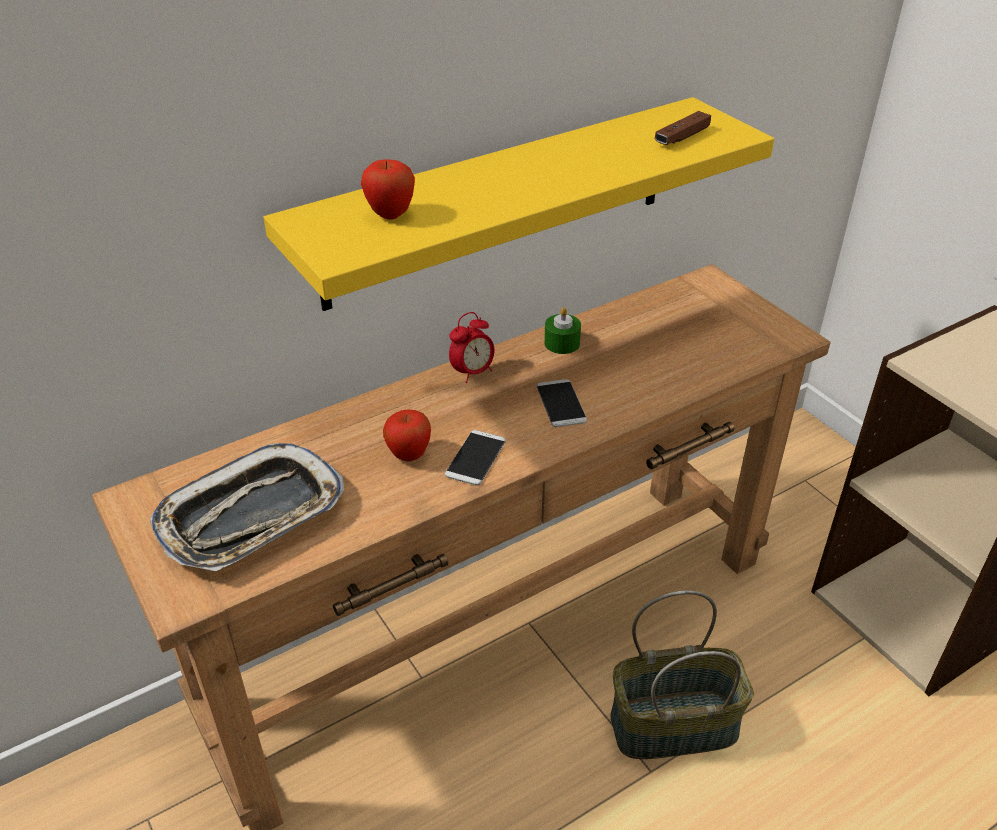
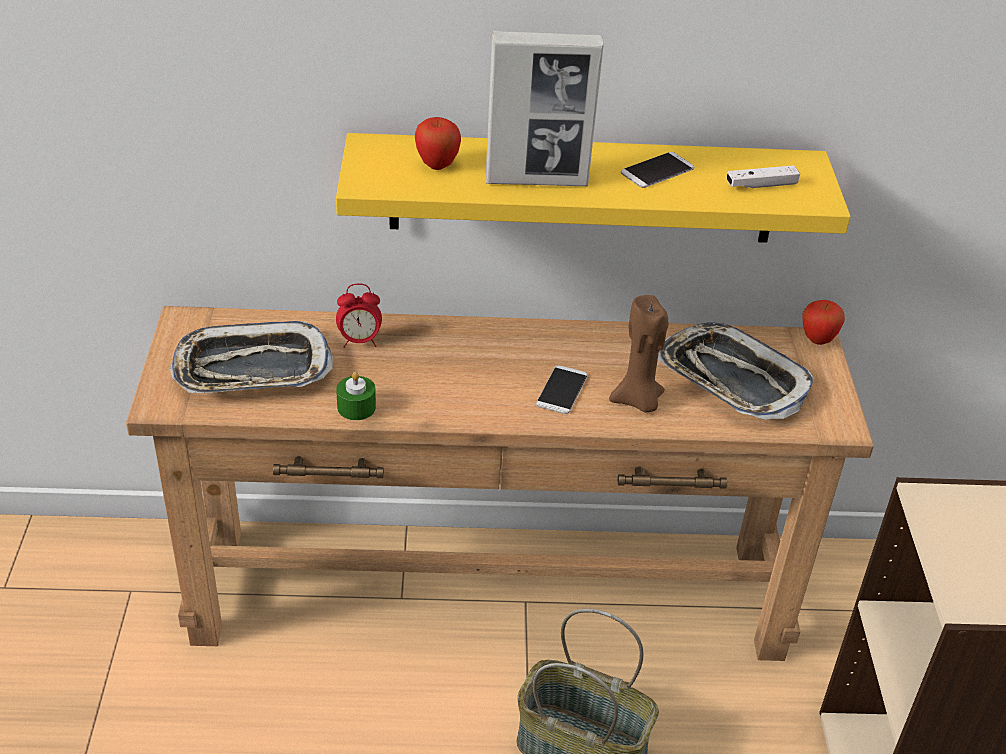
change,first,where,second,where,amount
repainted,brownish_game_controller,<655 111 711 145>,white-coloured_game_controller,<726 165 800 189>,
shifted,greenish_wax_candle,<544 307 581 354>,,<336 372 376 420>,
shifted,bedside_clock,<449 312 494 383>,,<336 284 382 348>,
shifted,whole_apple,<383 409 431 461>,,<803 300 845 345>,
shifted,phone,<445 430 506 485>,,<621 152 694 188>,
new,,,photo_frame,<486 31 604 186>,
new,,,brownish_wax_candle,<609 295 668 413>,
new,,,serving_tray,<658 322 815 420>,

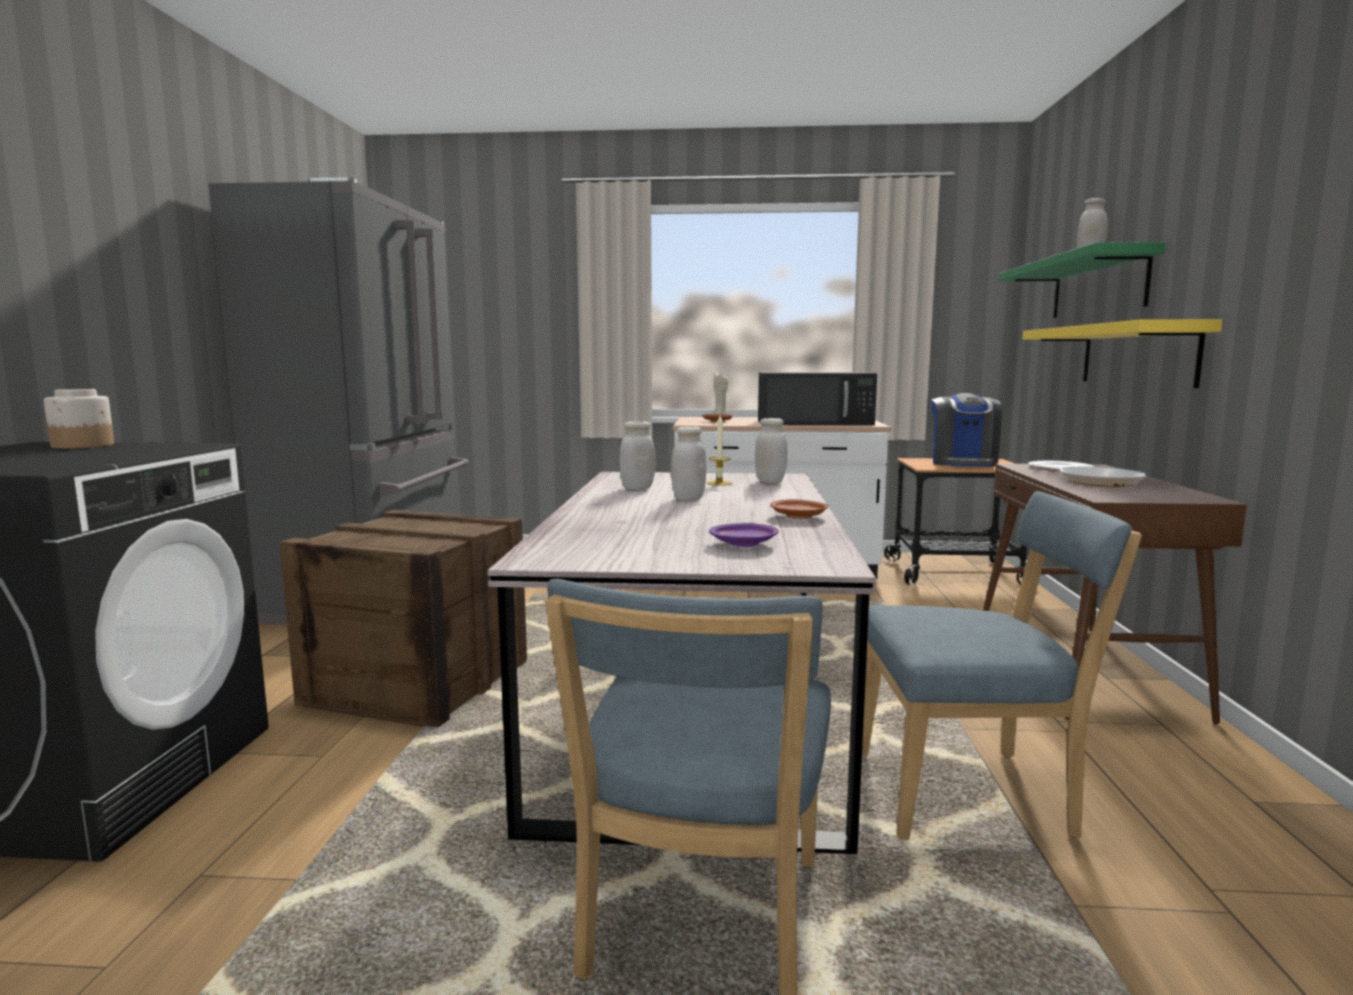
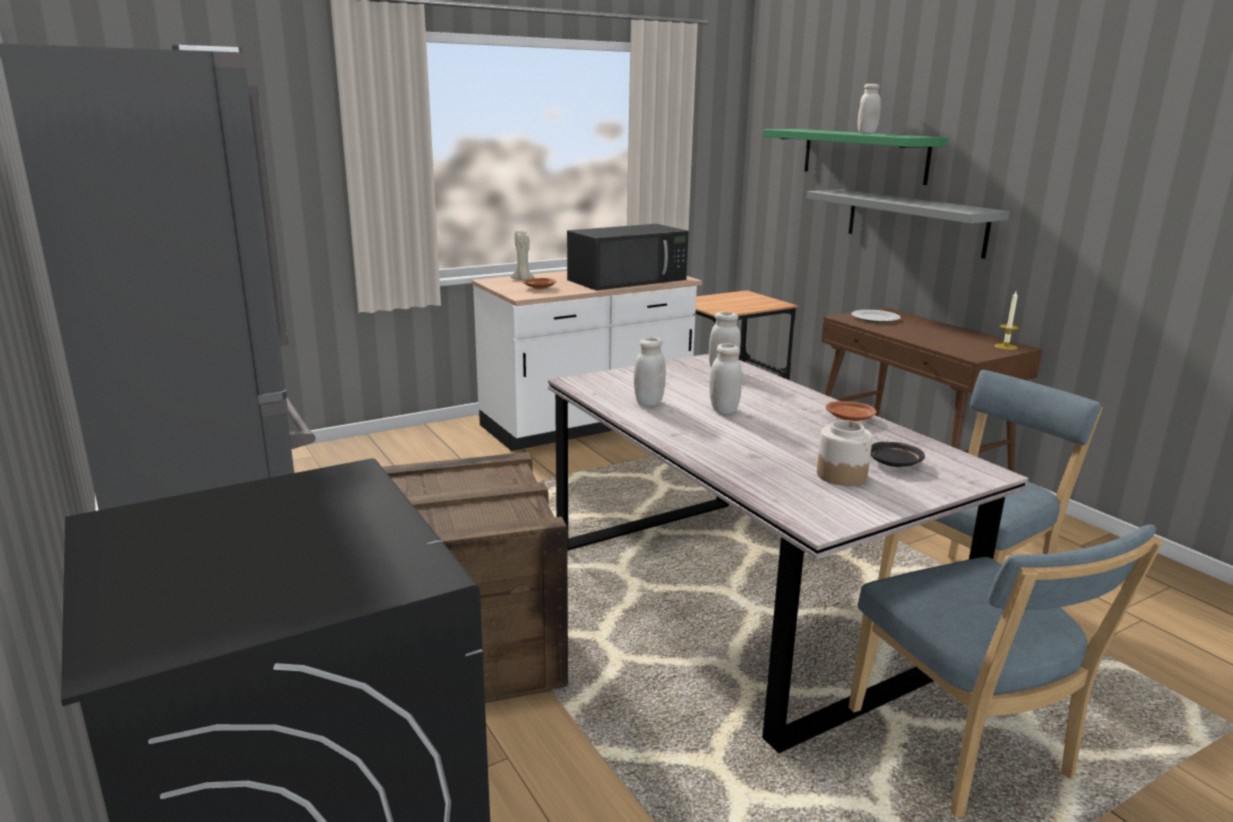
change,first,where,second,where,amount
repainted,yellow_shelf,<1023 319 1222 388>,gray_shelf,<807 189 1010 259>,
shifted,jar,<44 389 114 449>,,<817 420 872 486>,
gone,coffee_brewer,<931 393 1002 467>,,,
shifted,wax_candle,<707 415 732 486>,,<995 291 1020 350>,
gone,frying_pan,<1029 464 1146 487>,,,
repainted,purple-coloured_plate,<709 523 779 547>,black_plate,<870 442 925 467>,

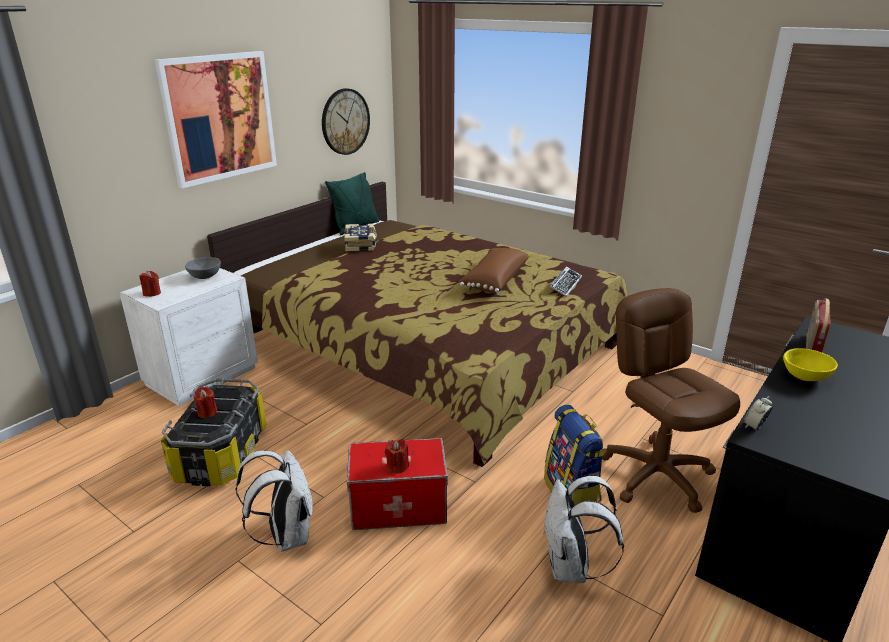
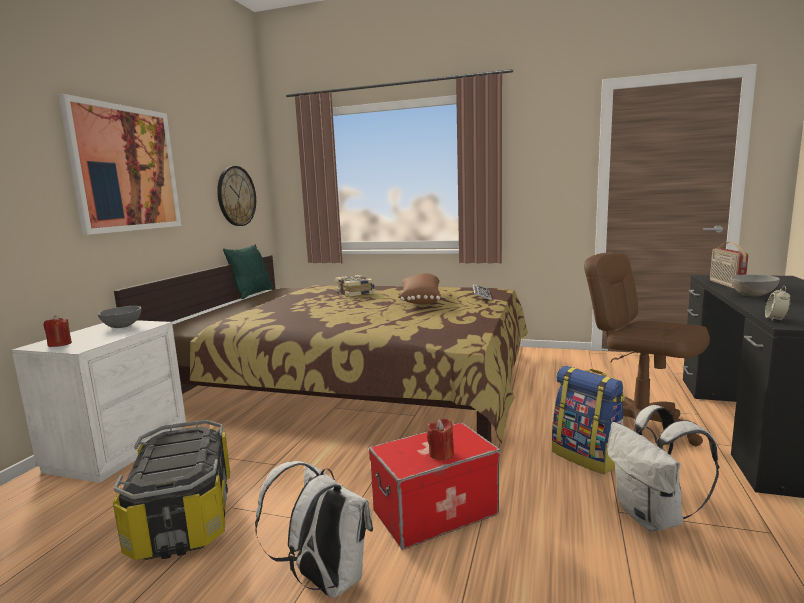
change,first,where,second,where,amount
shifted,volume,<344 224 377 251>,,<335 275 375 297>,
repainted,yellow_deep_dish,<783 348 838 381>,gray_deep_dish,<730 275 780 296>,
gone,red-coloured_wax_candle,<193 387 217 418>,,,

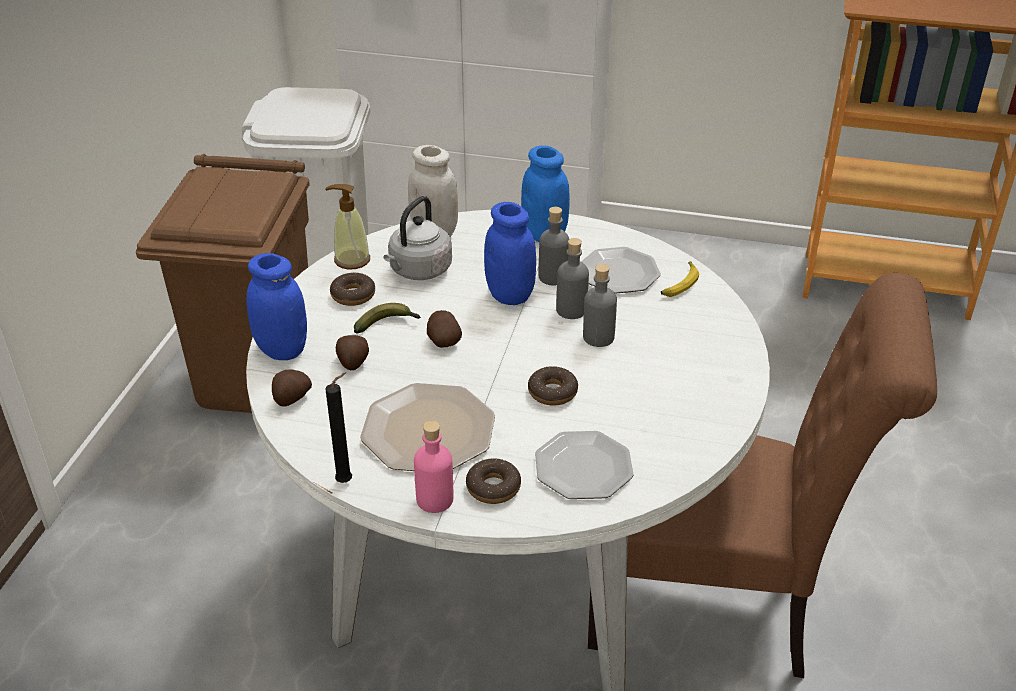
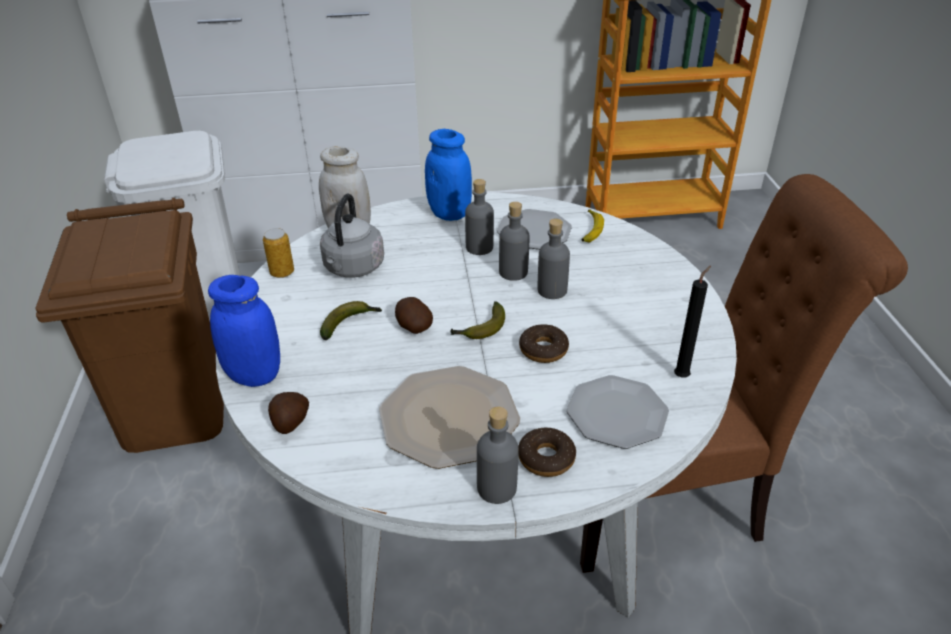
change,first,where,second,where,amount
swapped,soap_dispenser,<325 184 370 270>,metal_can,<263 228 294 278>,
gone,blue-coloured_jar,<484 202 536 305>,,,
gone,donut,<330 272 375 306>,,,
gone,potato,<336 335 369 370>,,,
shifted,black_wax_candle,<326 372 352 483>,,<674 265 711 378>,
repainted,pink-coloured_bottle,<414 421 453 513>,gray_bottle,<477 407 519 504>,
new,,,banana,<450 301 505 339>,

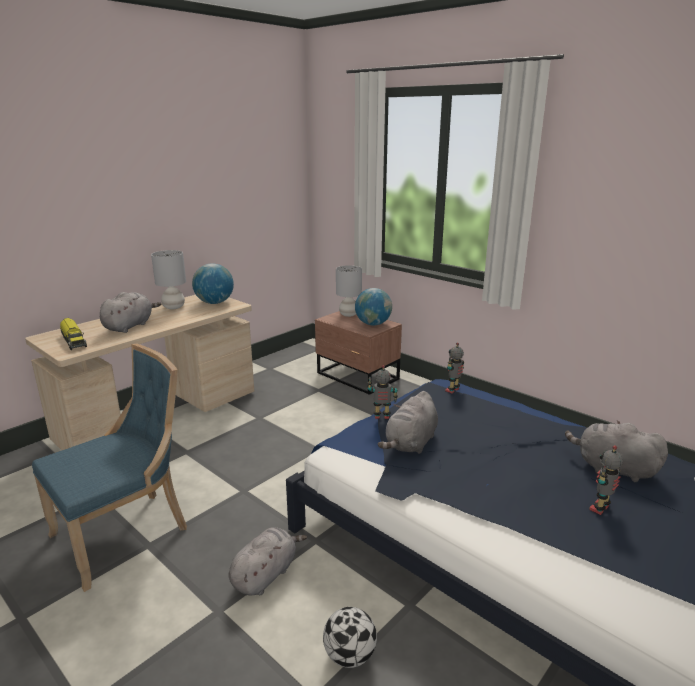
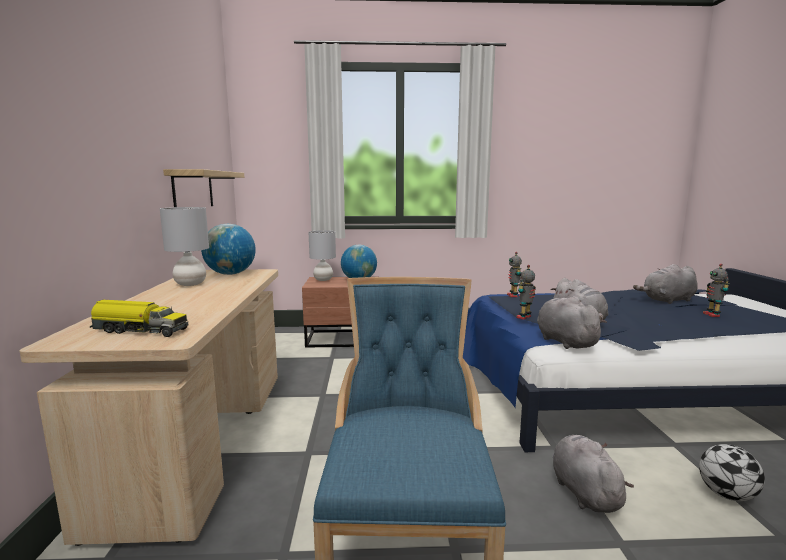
change,first,where,second,where,amount
shifted,gray_cuddly_toy,<100 292 161 333>,,<537 296 607 349>,
new,,,shelf,<163 169 244 207>,

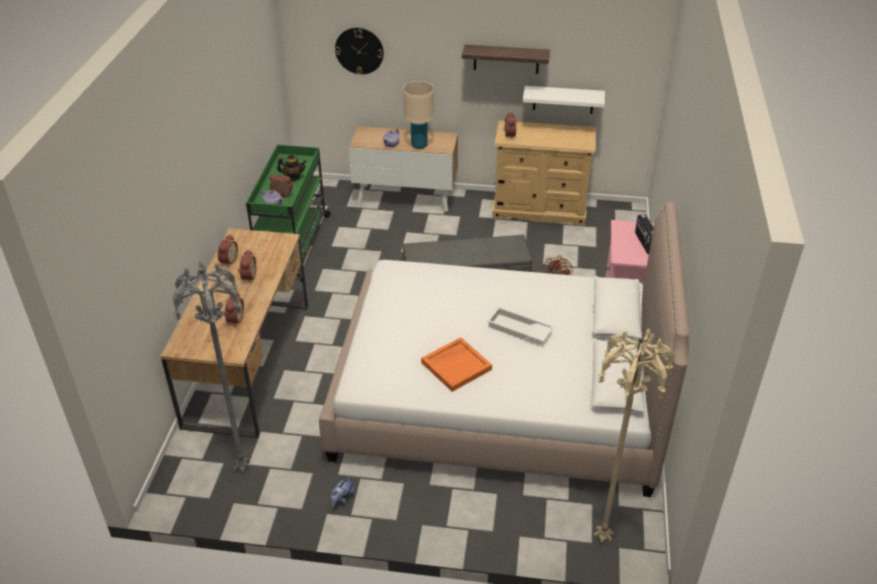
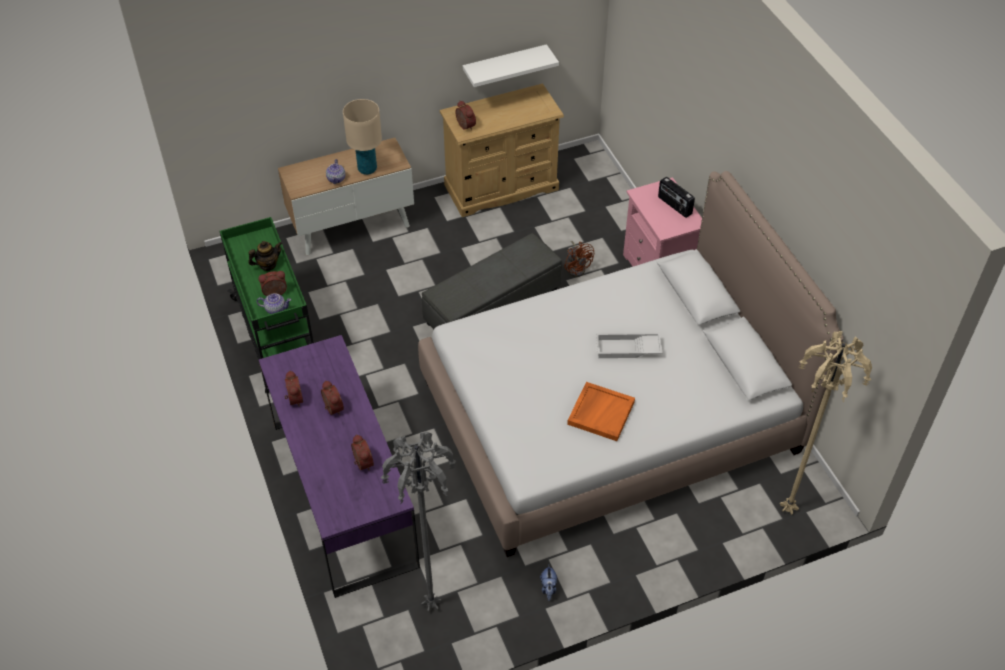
change,first,where,second,where,amount
gone,hanging_clock,<335 28 384 75>,,,
gone,shelf,<462 45 550 74>,,,
repainted,brownish_desk_table,<160 228 308 438>,purple-coloured_desk_table,<259 335 420 598>,

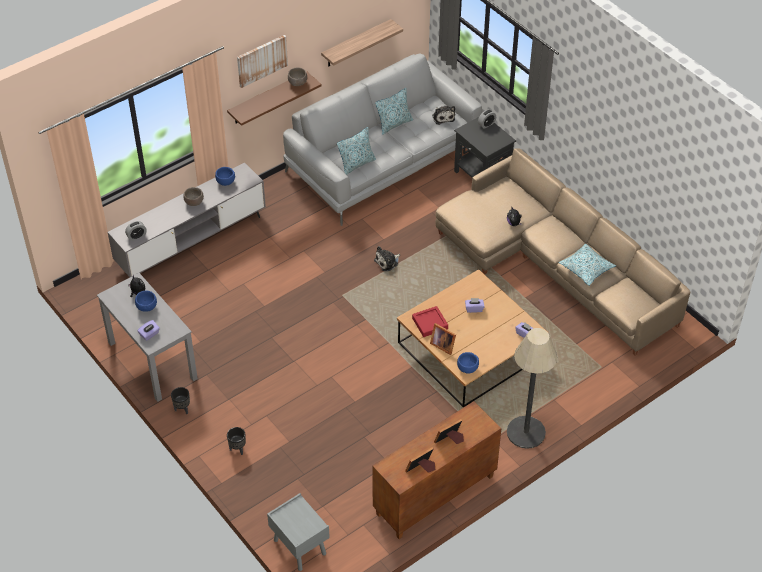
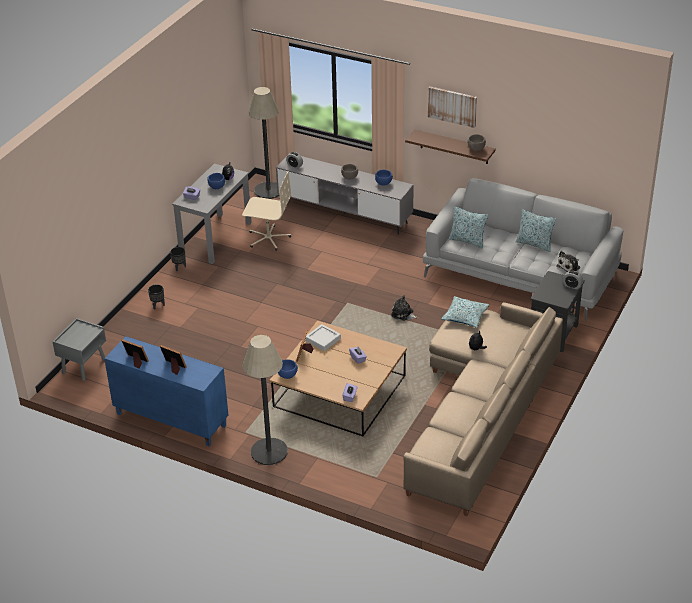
change,first,where,second,where,amount
gone,shelf,<321 19 403 66>,,,
shifted,cushion,<559 244 616 286>,,<441 296 489 328>,
repainted,red-coloured_serving_tray,<412 306 448 337>,gray_serving_tray,<305 324 341 351>,
repainted,brownish_cabinet,<372 401 501 539>,blue-coloured_cabinet,<104 336 228 446>,
new,,,standard_lamp,<248 87 280 199>,
new,,,sand-coloured_computer_chair,<242 171 291 250>,

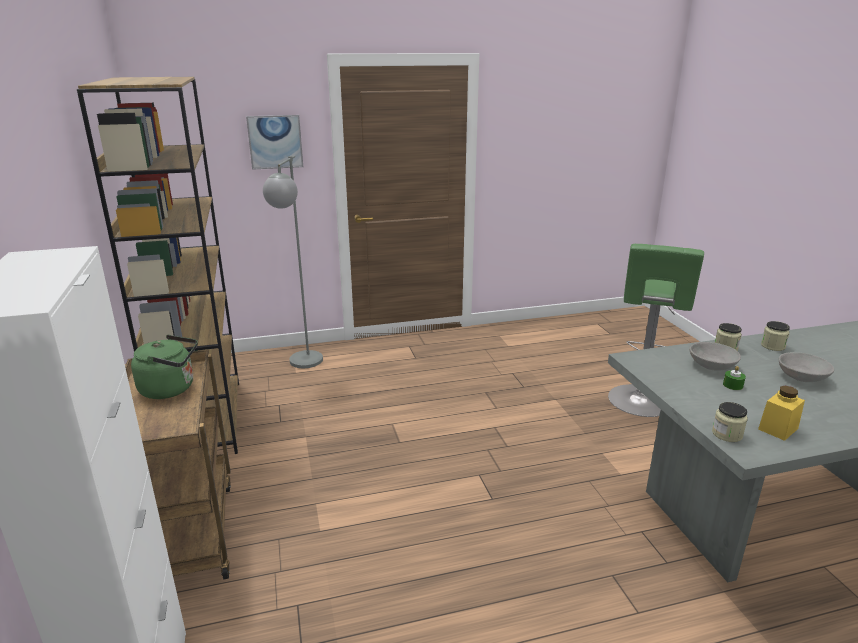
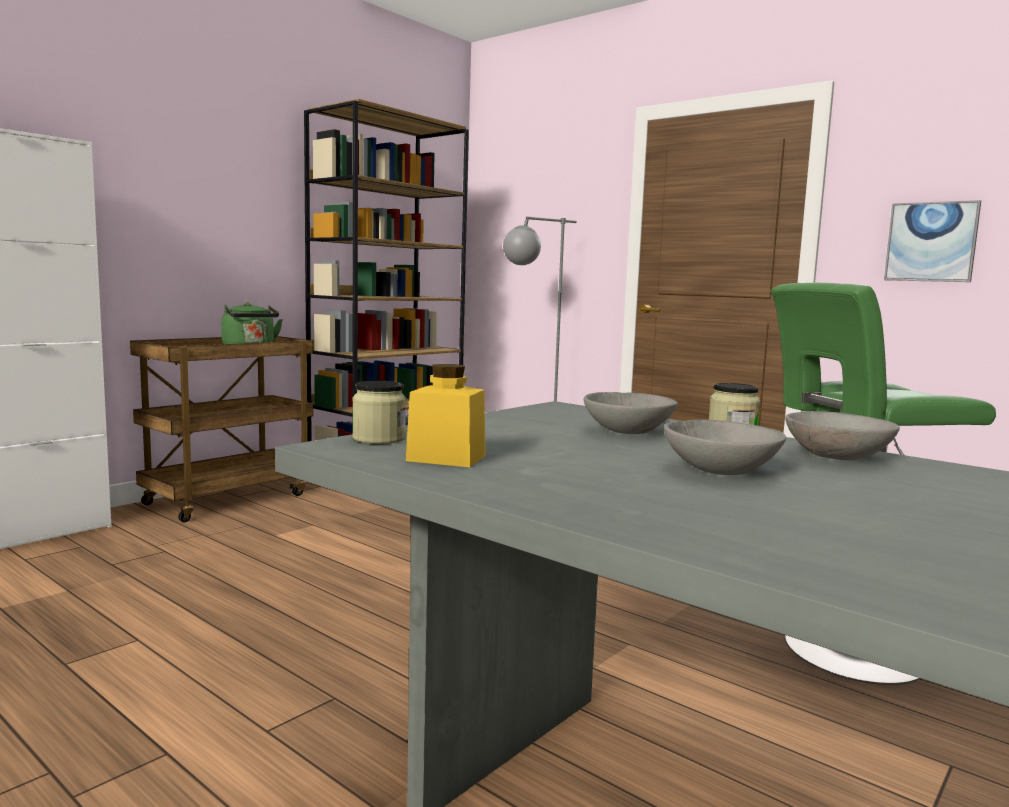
change,first,where,second,where,amount
shifted,wall_art,<246 115 303 170>,,<884 200 981 282>,
swapped,jar,<761 321 790 351>,gray_deep_dish,<785 411 900 460>,
gone,greenish_wax_candle,<723 366 746 390>,,,

